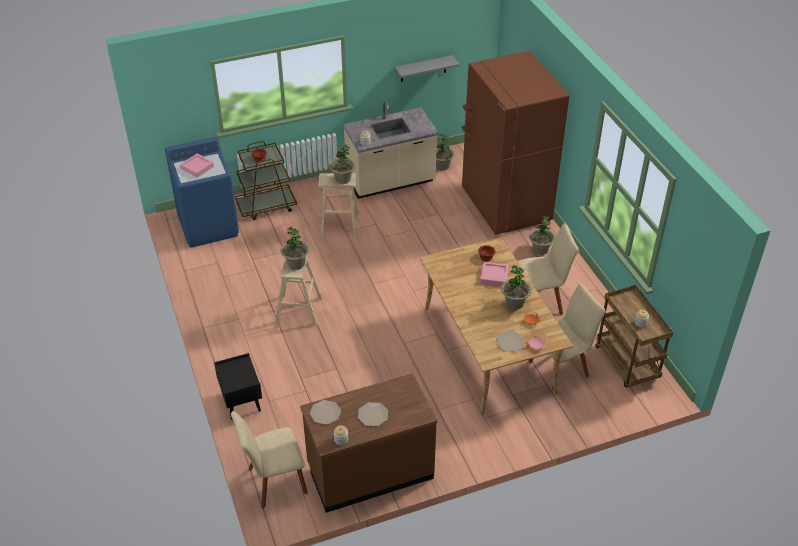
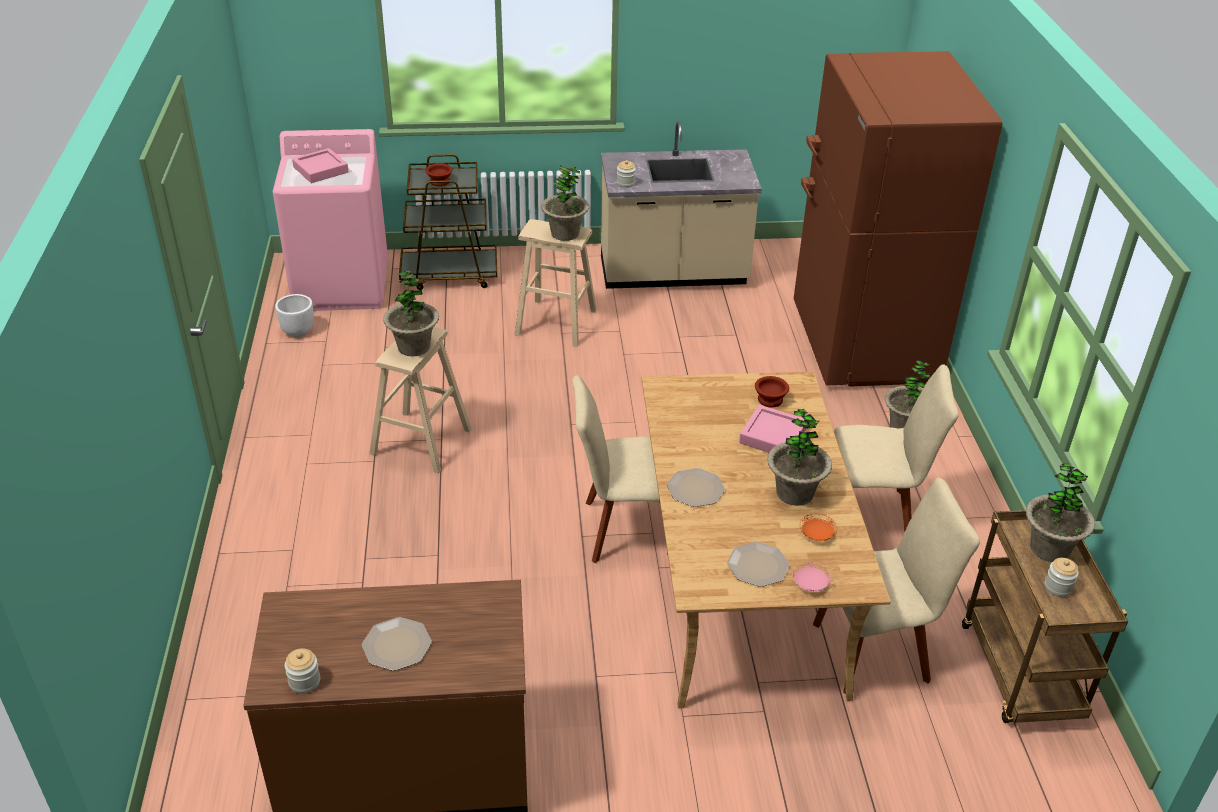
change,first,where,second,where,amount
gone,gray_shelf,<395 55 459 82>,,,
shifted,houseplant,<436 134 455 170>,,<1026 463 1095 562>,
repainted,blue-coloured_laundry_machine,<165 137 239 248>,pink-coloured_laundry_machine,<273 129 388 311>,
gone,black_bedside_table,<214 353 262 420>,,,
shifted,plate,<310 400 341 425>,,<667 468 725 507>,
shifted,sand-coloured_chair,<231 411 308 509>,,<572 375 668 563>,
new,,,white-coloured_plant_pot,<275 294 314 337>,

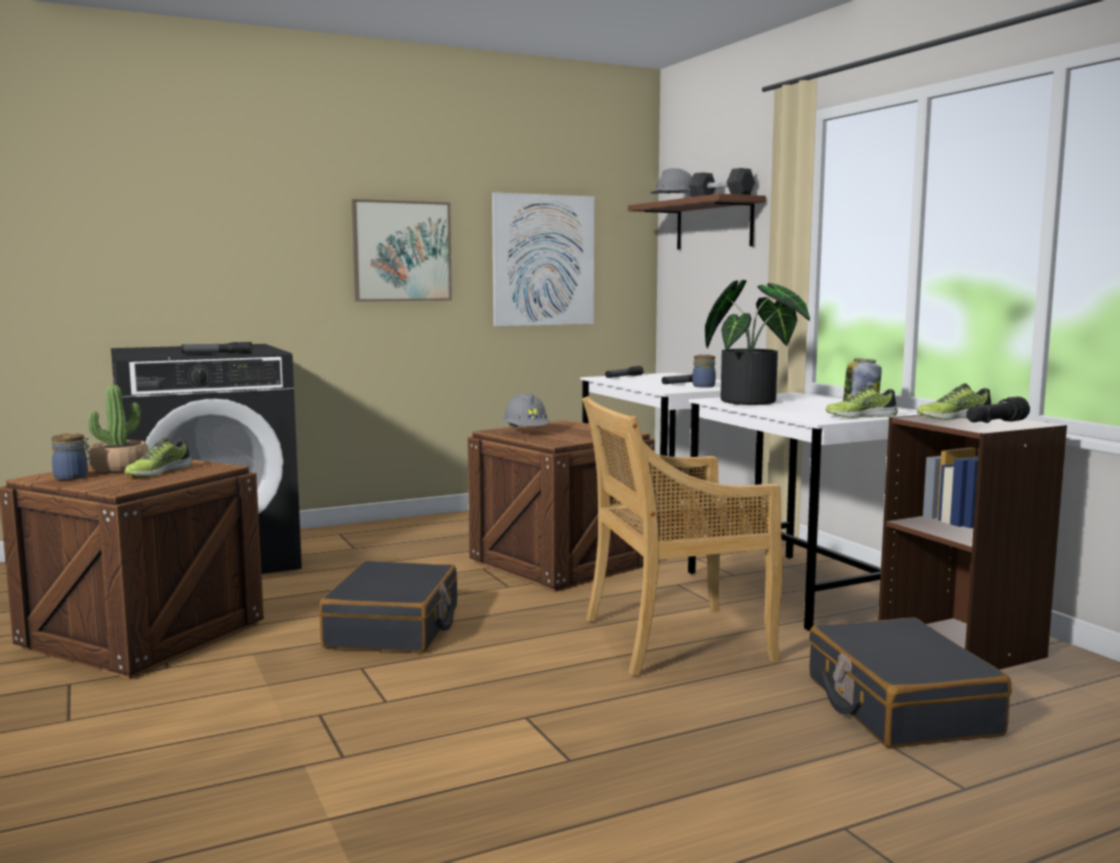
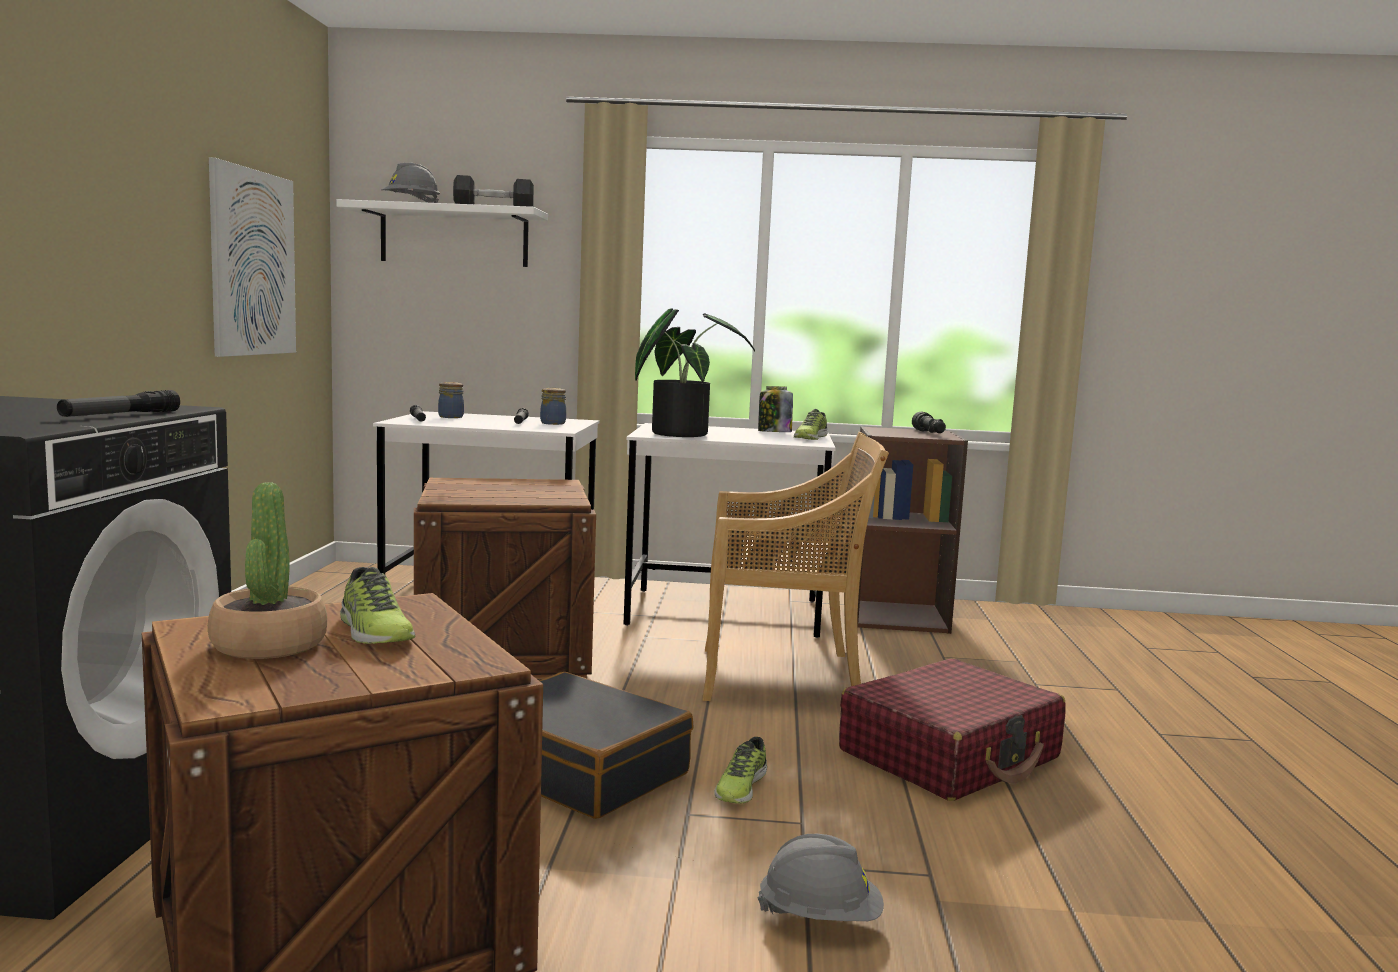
change,first,where,second,where,amount
repainted,brownish_shelf,<628 194 766 249>,white-coloured_shelf,<336 199 548 267>,
gone,wall_art,<352 199 452 302>,,,
shifted,shoe,<917 383 991 420>,,<714 737 767 804>,
shifted,gray_work_helmet,<503 393 550 429>,,<757 834 884 921>,
rotated,sand-coloured_chair,<582 396 783 676>,,<702 432 889 701>,105 degrees counterclockwise
shifted,jar,<51 433 92 480>,,<438 382 464 418>,
gone,black_piece_of_luggage,<809 617 1011 748>,,,
new,,,red-coloured_piece_of_luggage,<839 658 1065 801>,

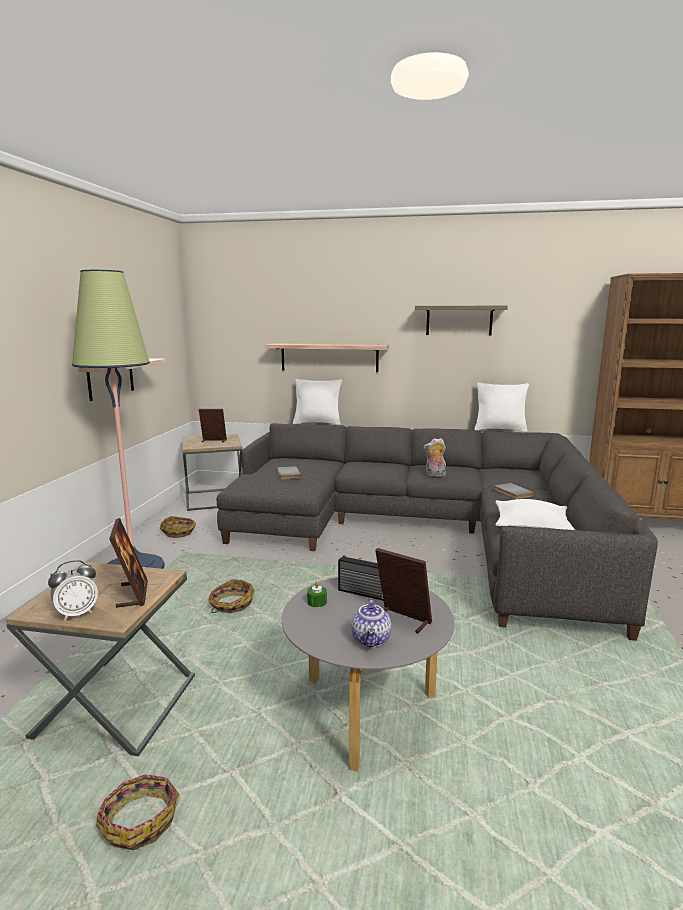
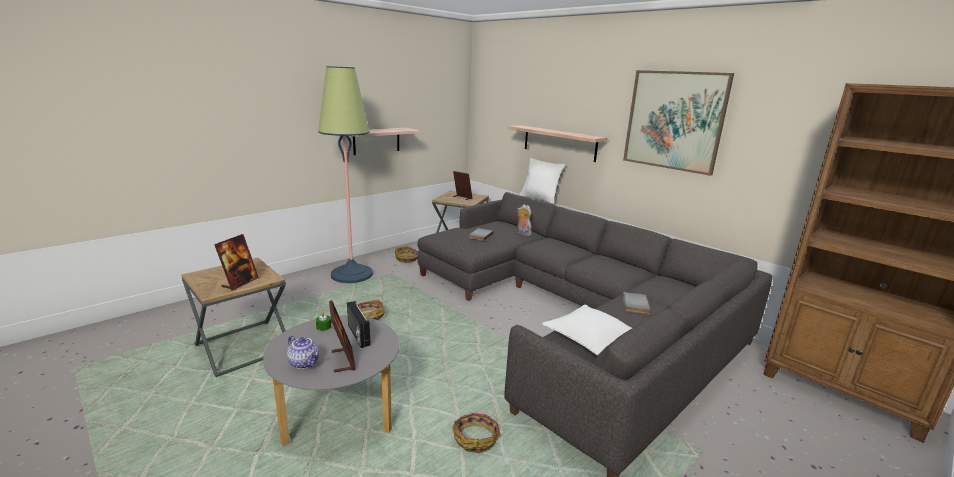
change,first,where,second,where,amount
swapped,shelf,<415 306 508 335>,wall_art,<623 70 734 176>,
gone,white-coloured_cushion,<474 382 529 432>,,,
shifted,cuddly_toy,<423 438 446 477>,,<516 205 531 236>,
gone,bedside_clock,<48 560 98 621>,,,
rotated,teapot,<351 598 391 648>,,<287 336 319 369>,90 degrees counterclockwise
shifted,basket,<96 774 179 850>,,<453 413 500 453>,

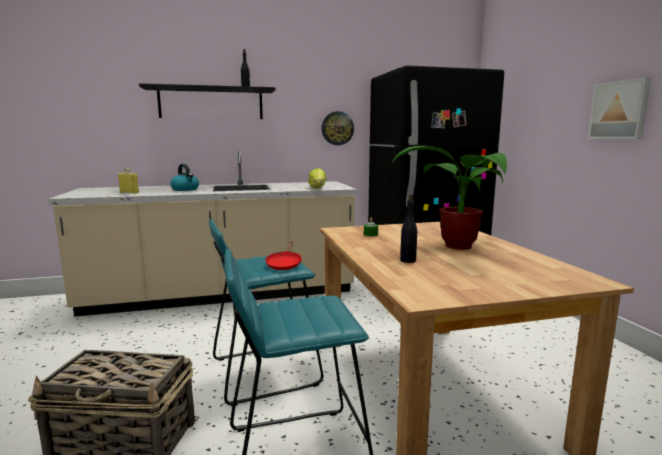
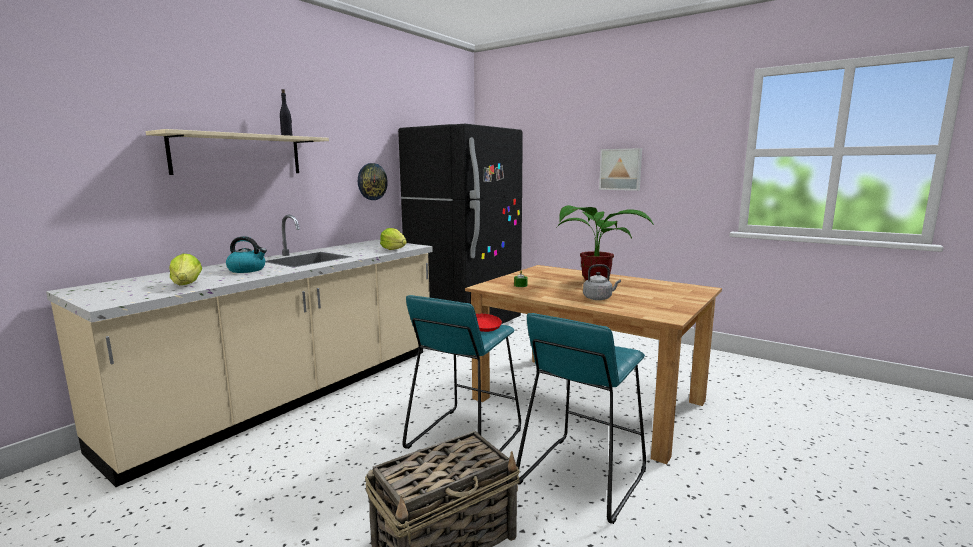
change,first,where,second,where,amount
repainted,black_shelf,<139 83 276 119>,sand-coloured_shelf,<146 129 329 175>,
swapped,yellow_bottle,<118 168 139 194>,lettuce_head,<169 254 202 285>,
swapped,black_bottle,<400 194 417 263>,gray_kettle,<583 264 621 300>,

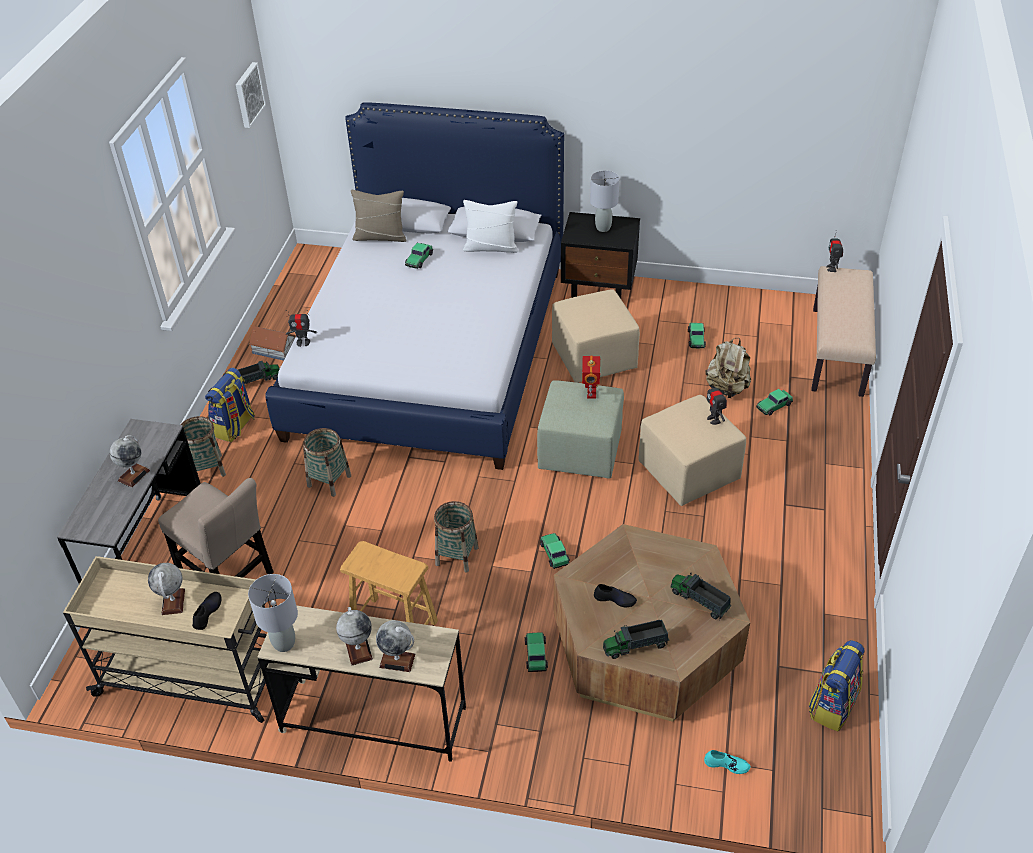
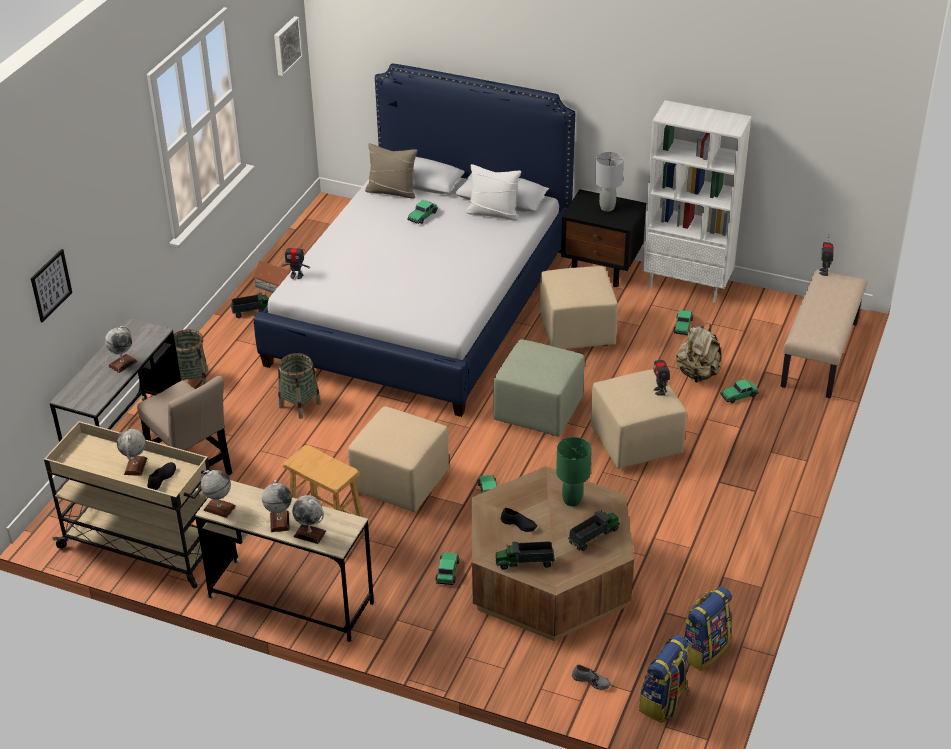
change,first,where,second,where,amount
gone,toy_robot,<582 356 600 399>,,,
shifted,knapsack,<205 367 255 442>,,<639 635 690 723>,
swapped,basket,<434 501 478 572>,sand-coloured_footrest,<348 406 449 512>,
rotated,model_truck,<670 573 732 620>,,<568 510 620 551>,90 degrees clockwise
swapped,gray_table_lamp,<248 574 298 652>,desk_globe,<200 470 236 518>,
repainted,turquoise_shoe,<704 750 750 774>,gray_shoe,<572 665 611 690>,
new,,,white-coloured_bookshelf,<642 100 752 303>,
new,,,wall_art,<31 249 72 323>,
new,,,greenish_table_lamp,<556 437 592 506>,

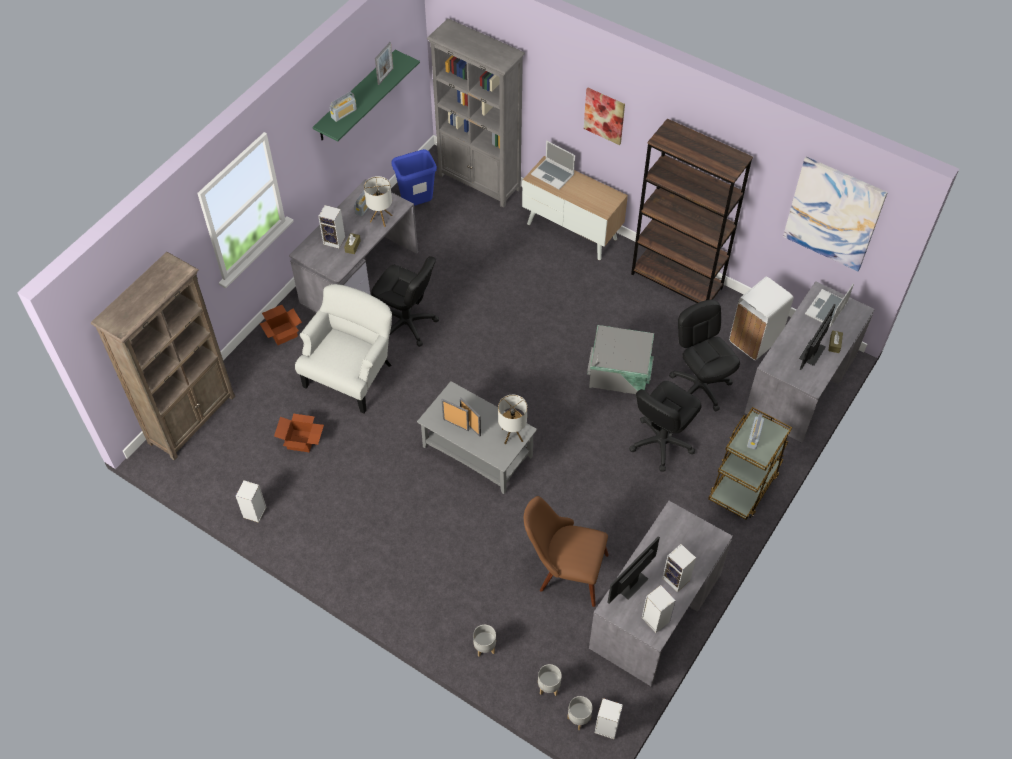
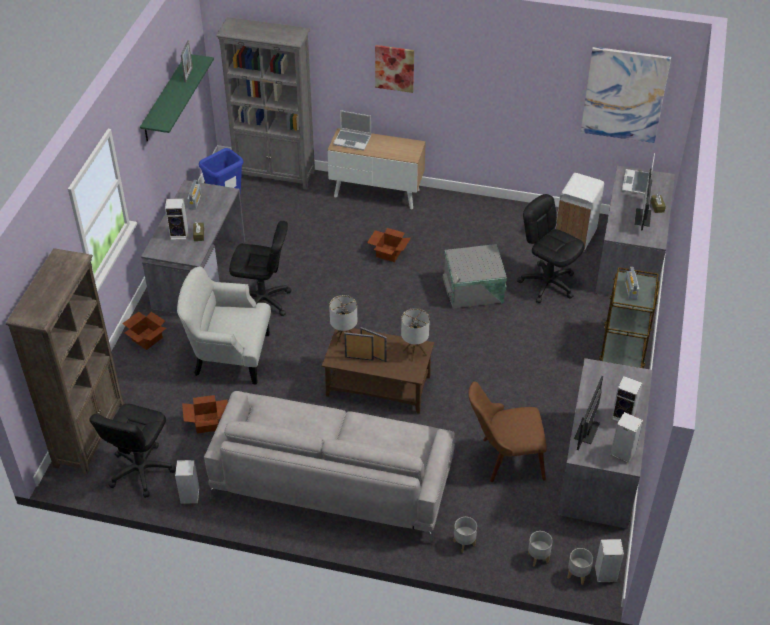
change,first,where,second,where,amount
gone,radio,<330 92 357 122>,,,
gone,brownish_bookshelf,<631 118 753 303>,,,
shifted,table_lamp,<364 176 392 227>,,<329 295 357 346>,
rotated,white-coloured_armchair,<295 284 392 414>,,<177 267 271 385>,90 degrees counterclockwise
repainted,gray_lounge_table,<417 381 537 494>,brownish_lounge_table,<322 328 434 414>,
shifted,black_computer_chair,<629 381 702 472>,,<89 404 176 498>,
new,,,carton,<367 228 411 262>,
new,,,gray_couch,<204 391 455 544>,

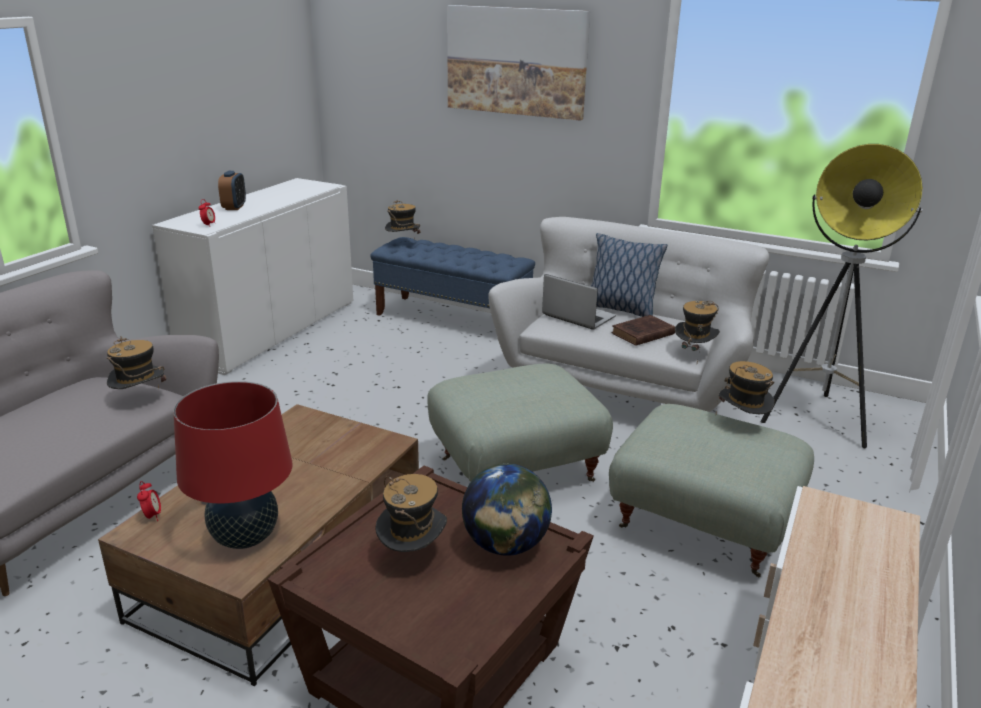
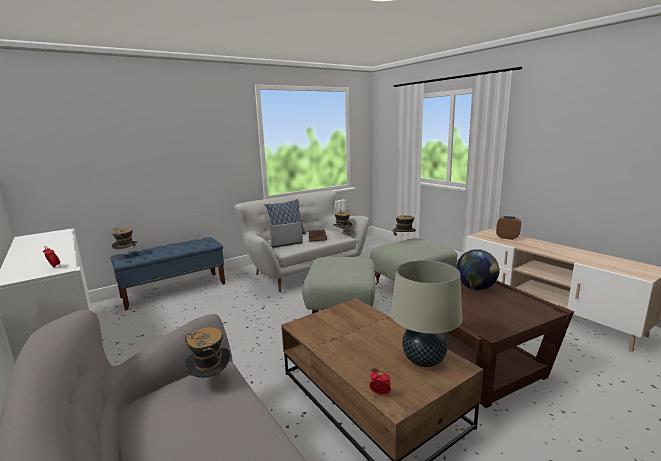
change,first,where,second,where,amount
gone,wall_art,<447 5 590 121>,,,
gone,standard_lamp,<761 144 923 448>,,,
shifted,bedside_clock,<218 171 246 210>,,<496 216 521 240>,
repainted,red-coloured_table_lamp,<173 381 293 549>,sand-coloured_table_lamp,<391 260 462 367>,
gone,wearable_hat,<375 474 447 552>,,,

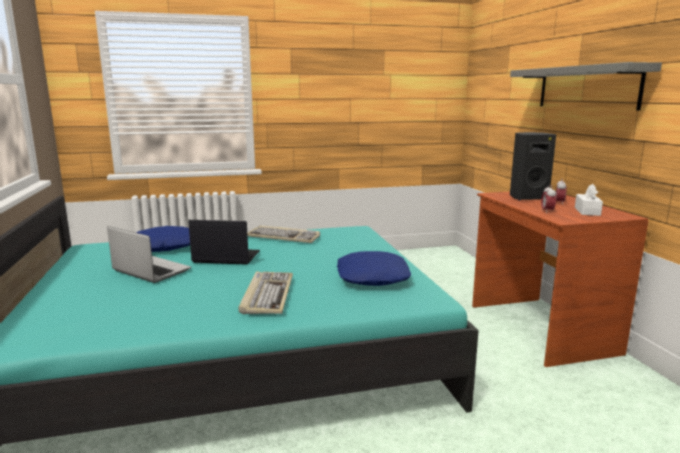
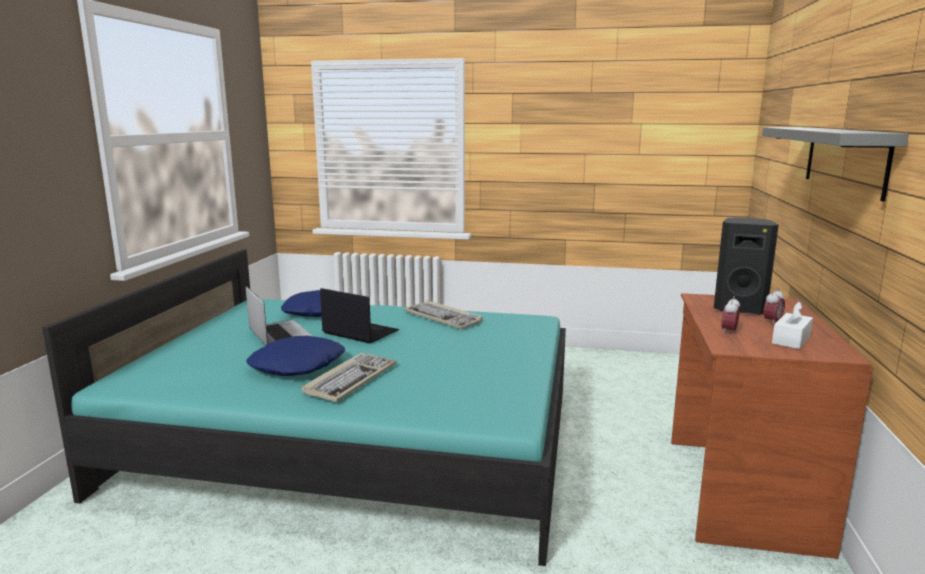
change,first,where,second,where,amount
shifted,blue-coloured_cushion,<337 251 411 286>,,<246 336 345 376>,

